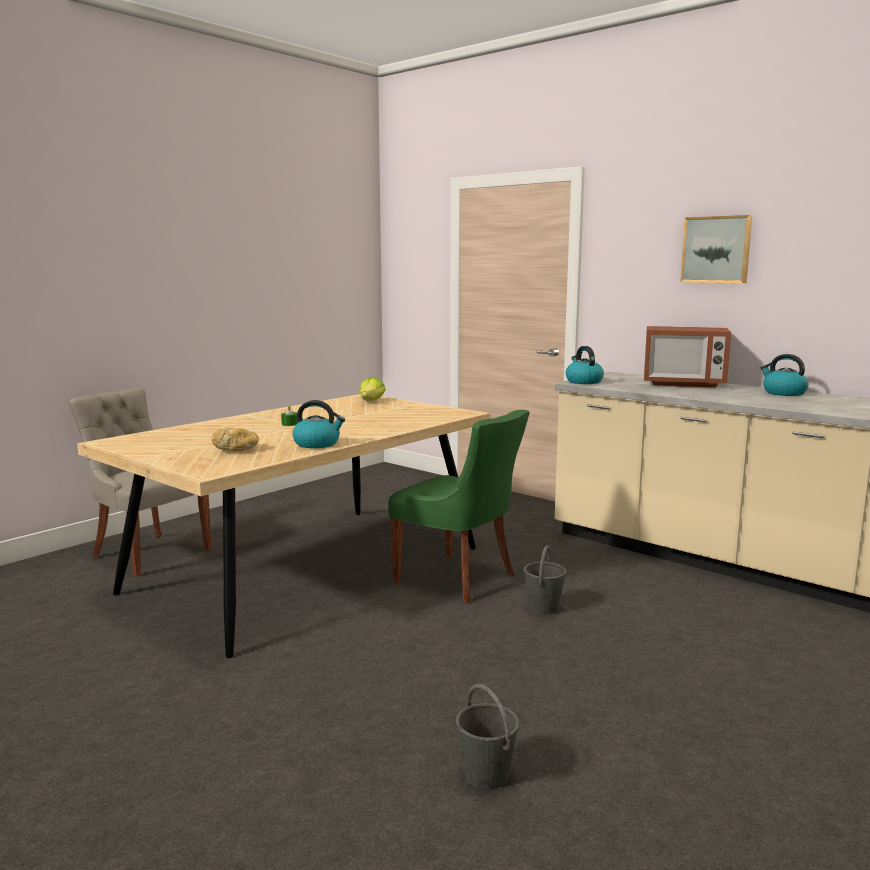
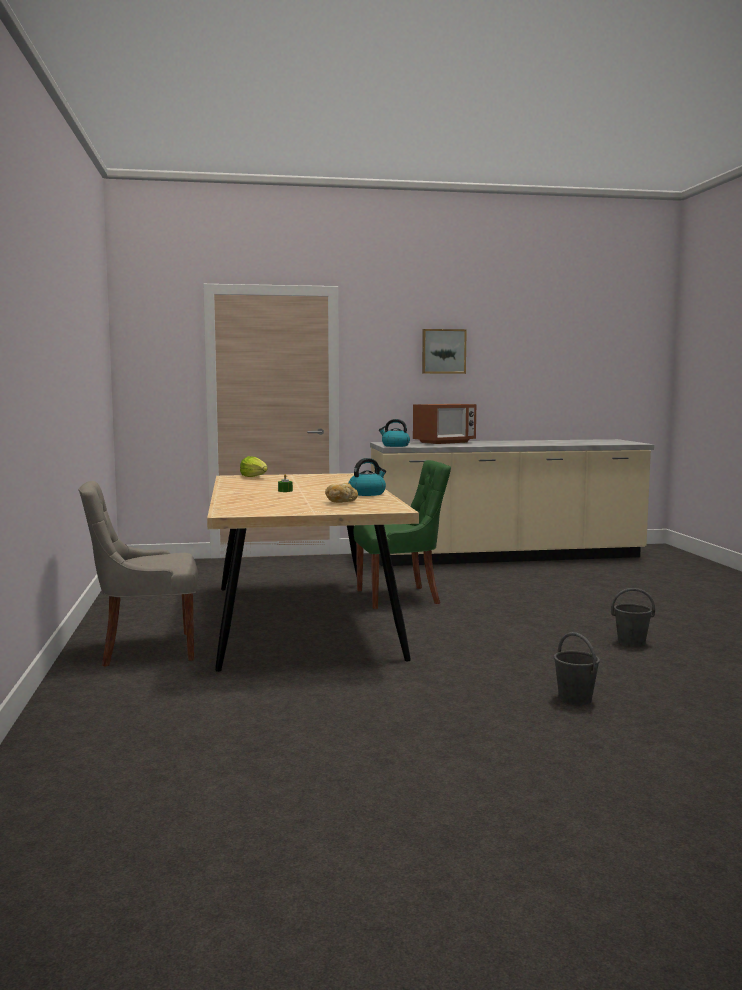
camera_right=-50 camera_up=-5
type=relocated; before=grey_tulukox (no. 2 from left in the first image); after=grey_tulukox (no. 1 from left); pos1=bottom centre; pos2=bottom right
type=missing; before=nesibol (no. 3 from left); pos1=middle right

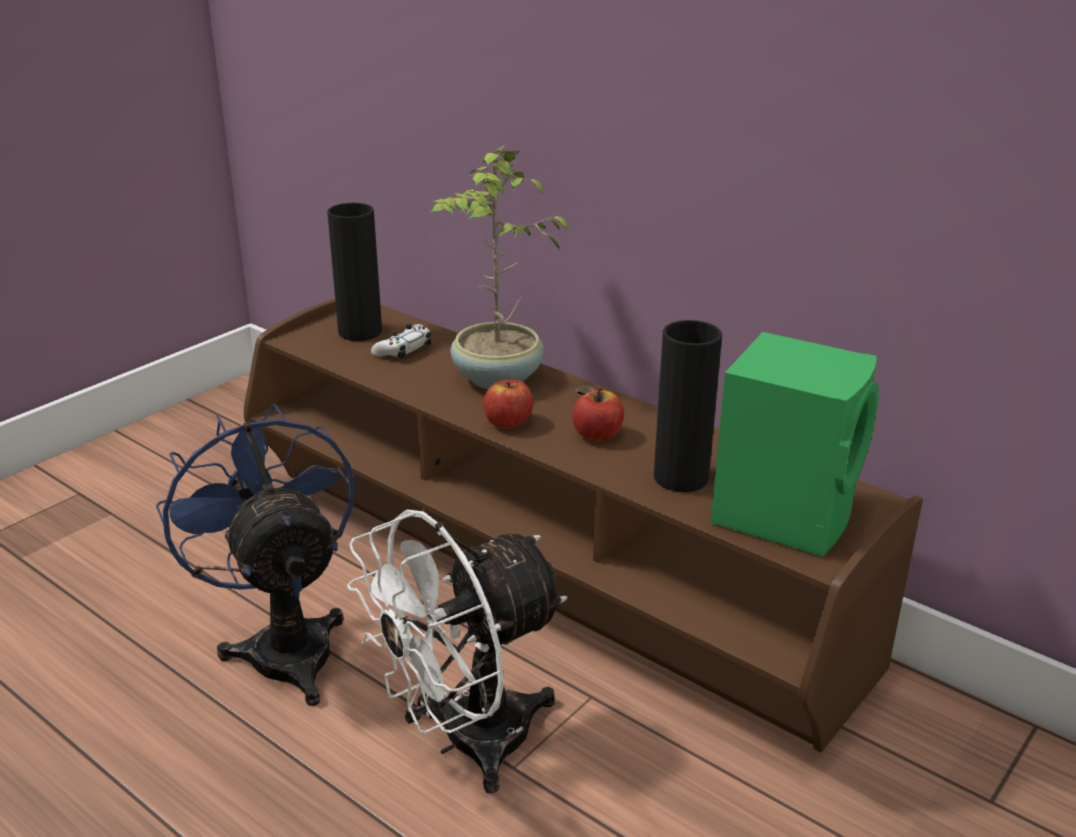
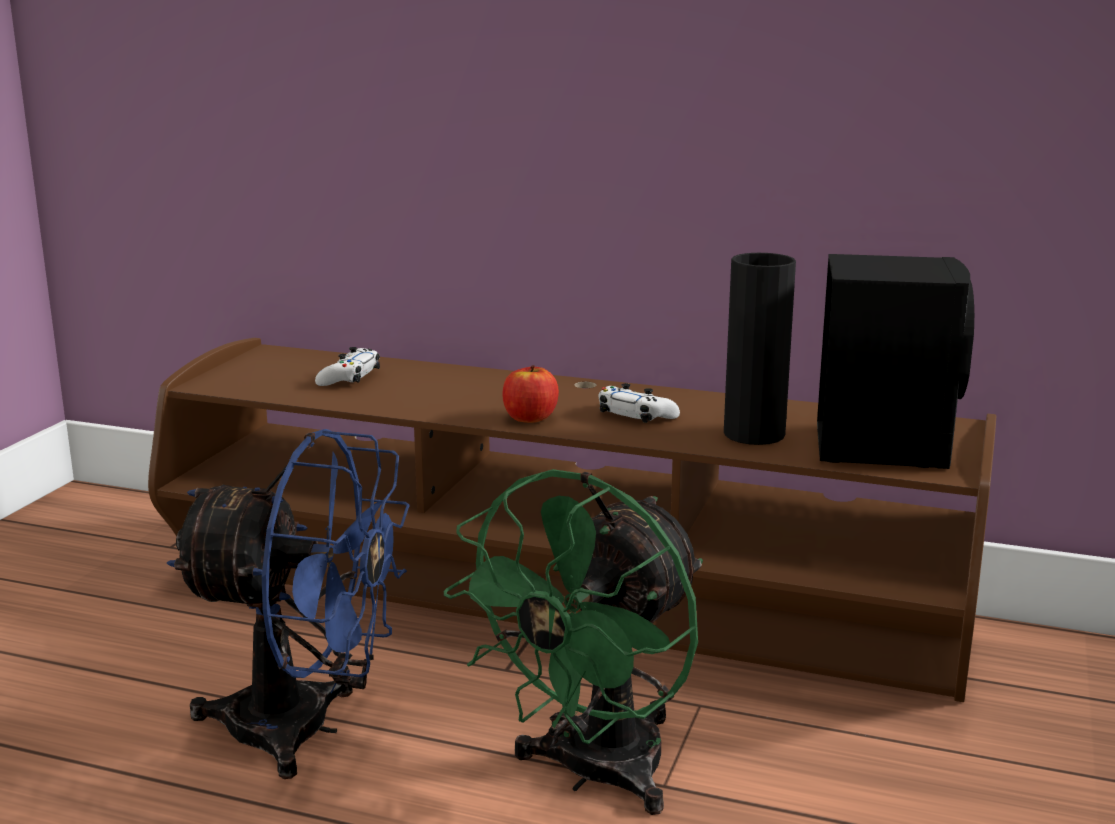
camera_right=-20 camera_up=-10
type=spun; before=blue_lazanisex; pos1=middle left; pos2=bottom left; turn=150
type=colour; before=white_lazanisex; after=green_lazanisex; pos1=bottom centre; pos2=bottom centre
type=exchanged; before=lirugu (no. 2 from left); after=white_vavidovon (no. 2 from left); pos1=centre; pos2=centre
type=colour; before=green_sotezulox; after=black_sotezulox; pos1=middle right; pos2=middle right
type=missing; before=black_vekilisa (no. 1 from left); pos1=top left
type=missing; before=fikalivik; pos1=top centre

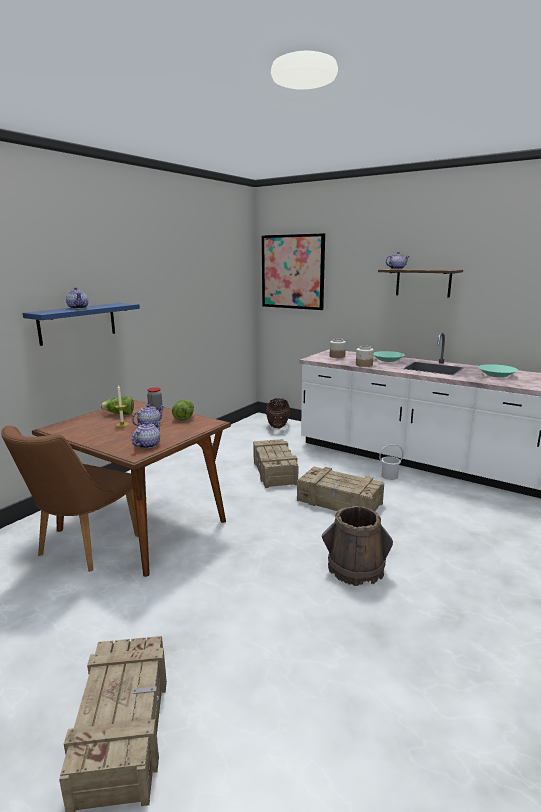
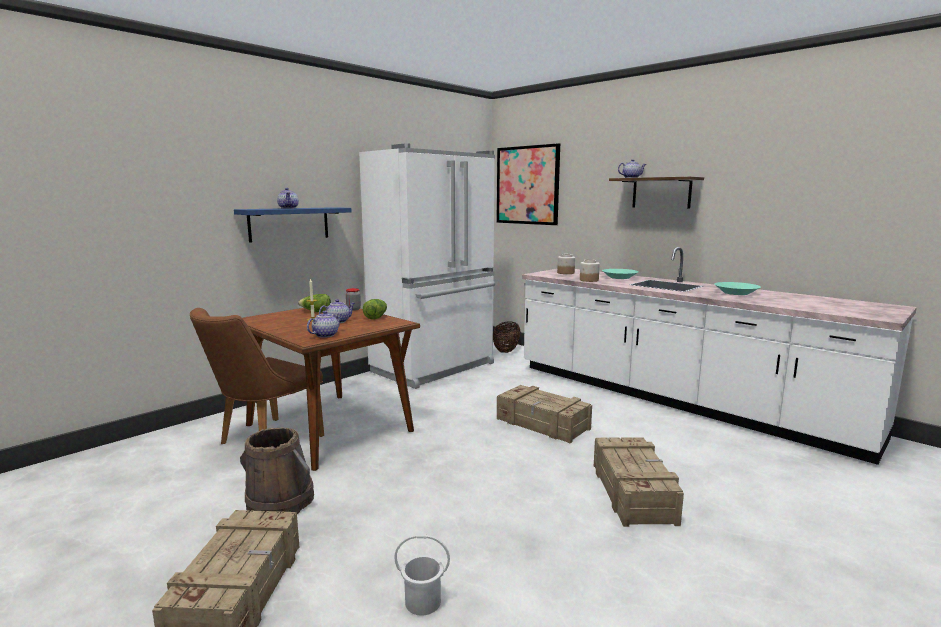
camera_right=10 camera_up=-5
type=relocated; before=brown_tulukox; pos1=bottom centre; pos2=bottom left
type=appeared; after=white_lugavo; pos2=centre
type=relocated; before=white_tulukox; pos1=middle right; pos2=bottom centre
type=relocated; before=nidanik (no. 2 from left in the first image); after=nidanik (no. 3 from left); pos1=centre; pos2=bottom right

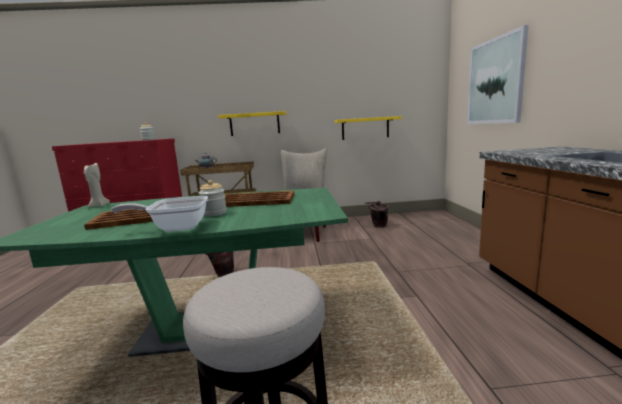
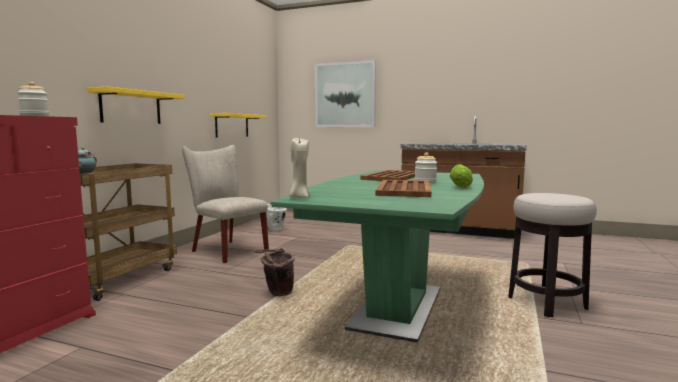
camera_right=-65 camera_up=-5
type=colour; before=brown_tulukox (no. 2 from left); after=white_tulukox; pos1=centre; pos2=centre
type=exchanged; before=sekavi; after=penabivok; pos1=middle left; pos2=middle right

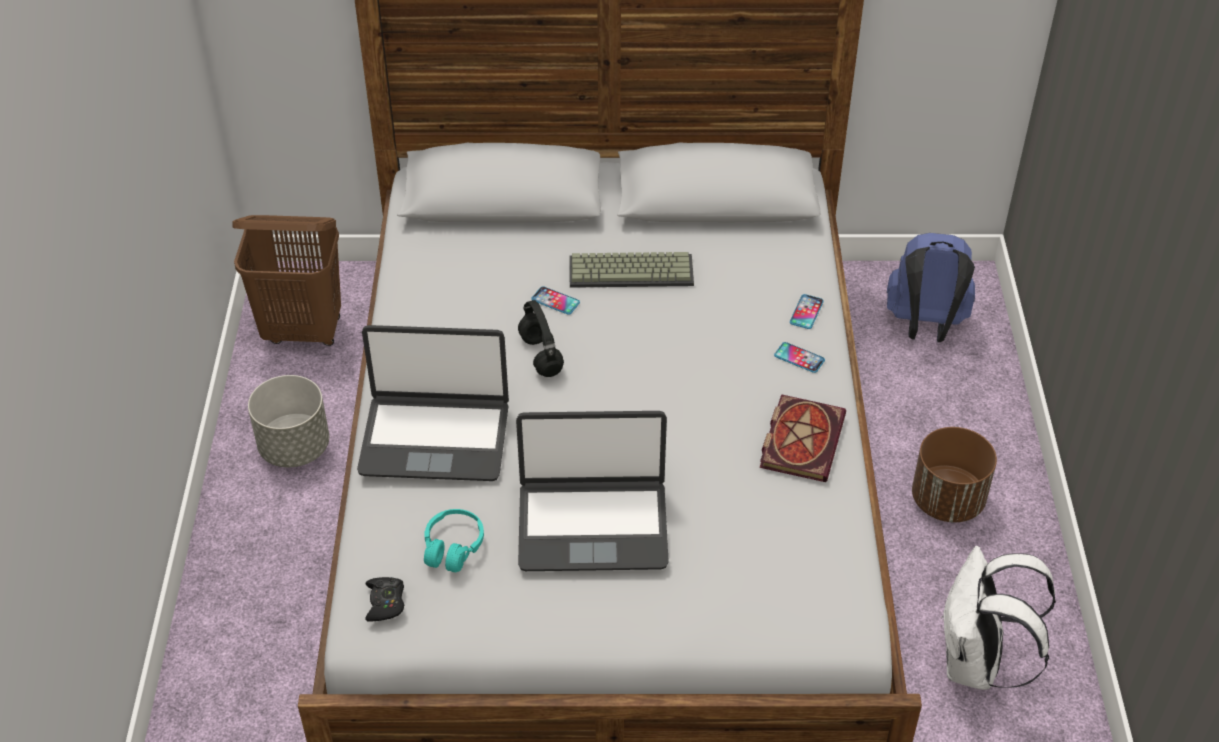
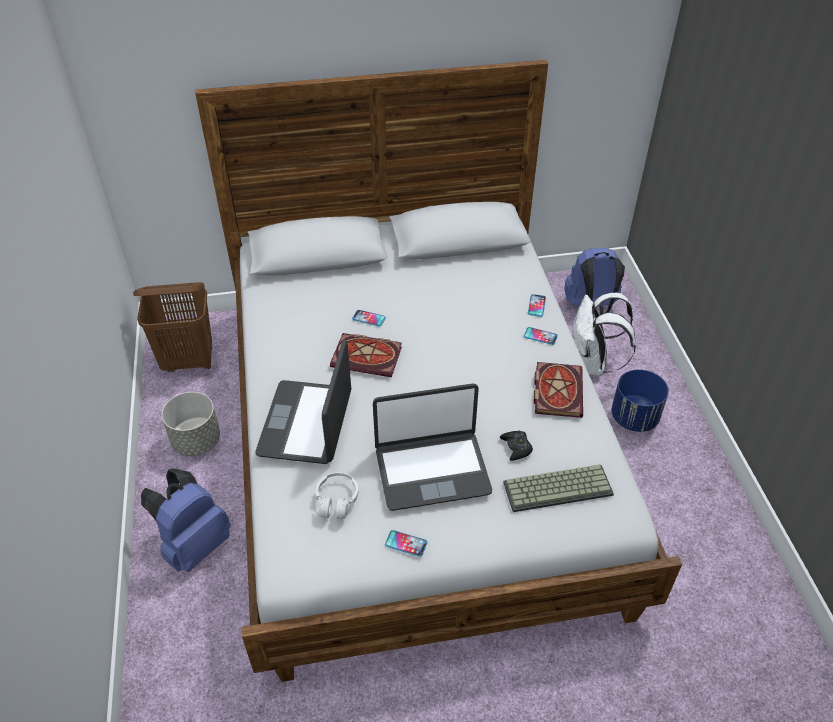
camera_right=-10 camera_up=0
type=appeared; after=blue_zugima (no. 1 from left); pos2=bottom left
type=spun; before=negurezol (no. 1 from left); pos1=centre; pos2=centre; turn=105
type=colour; before=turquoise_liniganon; after=white_liniganon; pos1=bottom centre; pos2=bottom centre
type=exchanged; before=black_liniganon; after=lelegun (no. 1 from left); pos1=centre; pos2=centre
type=appeared; after=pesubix (no. 2 from left); pos2=bottom centre
type=relocated; before=black_vavidovon; pos1=bottom left; pos2=centre
type=relocated; before=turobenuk; pos1=centre; pos2=bottom right
type=relocated; before=white_zugima; pos1=bottom right; pos2=middle right
type=colour; before=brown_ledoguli; after=blue_ledoguli; pos1=middle right; pos2=middle right

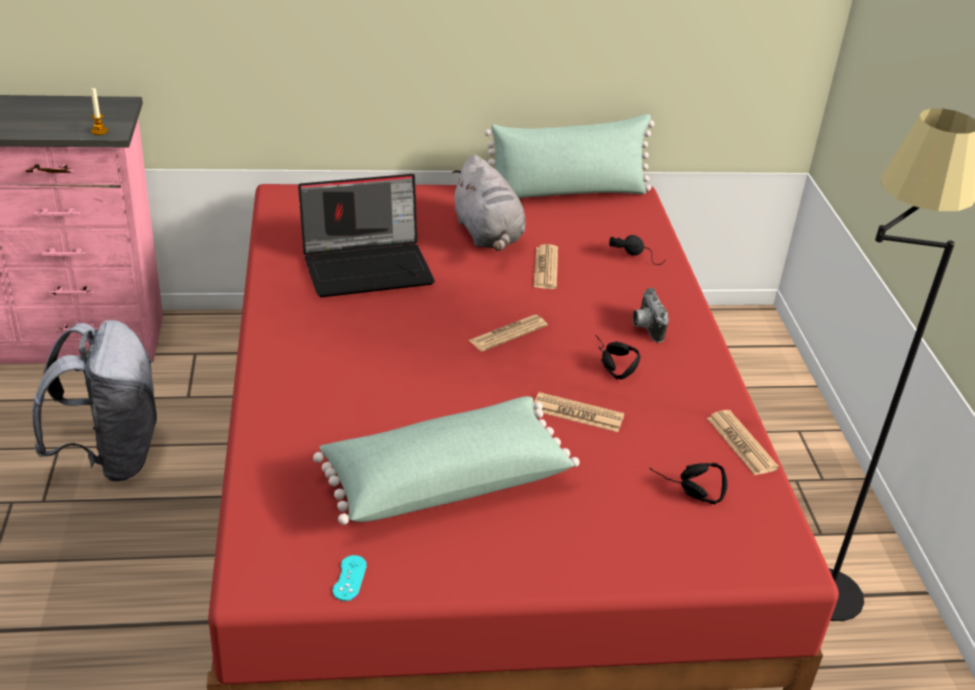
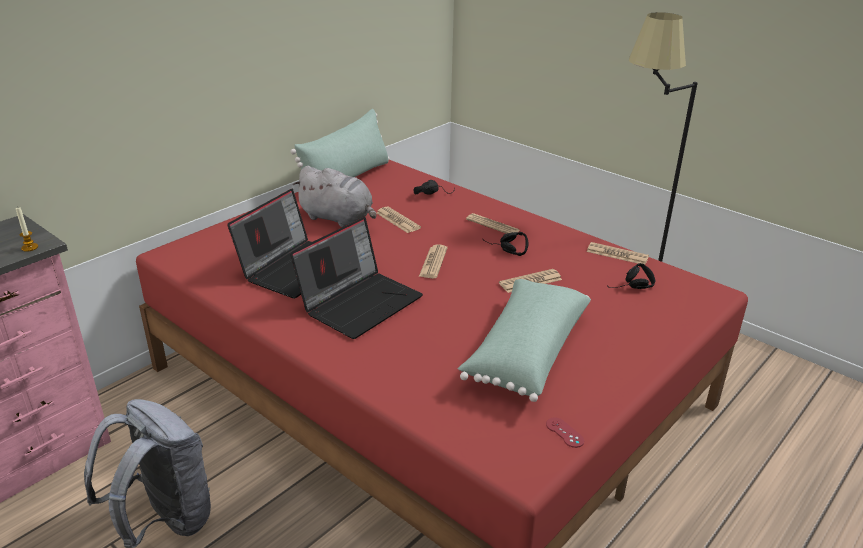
camera_right=-40 camera_up=-5
type=appeared; after=negurezol (no. 2 from left); pos2=centre
type=exchanged; before=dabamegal; after=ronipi (no. 3 from left); pos1=middle right; pos2=centre
type=colour; before=turquoise_vavidovon; after=red_vavidovon; pos1=bottom centre; pos2=bottom centre

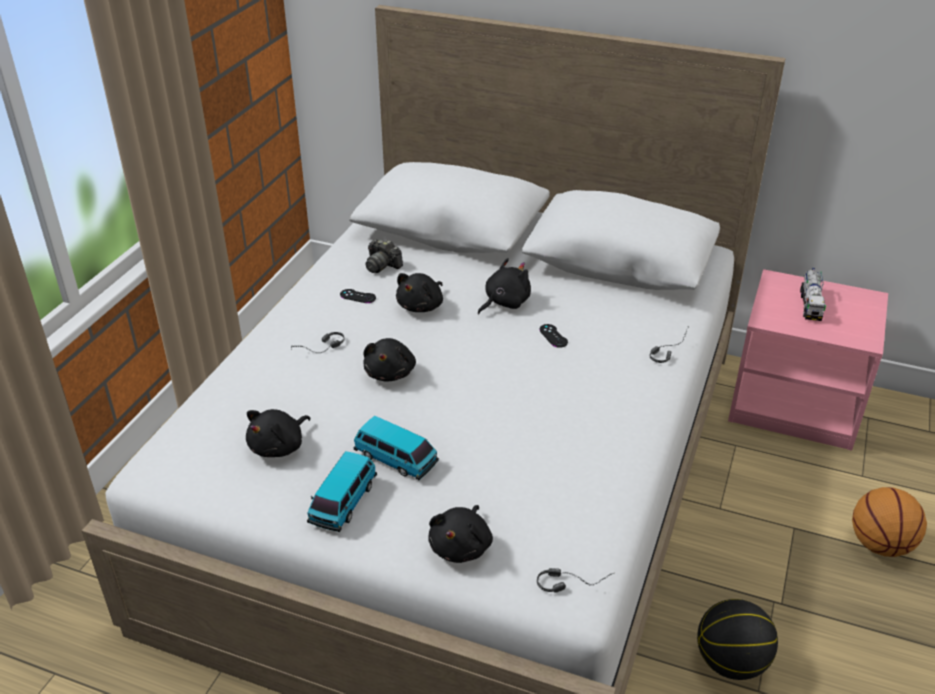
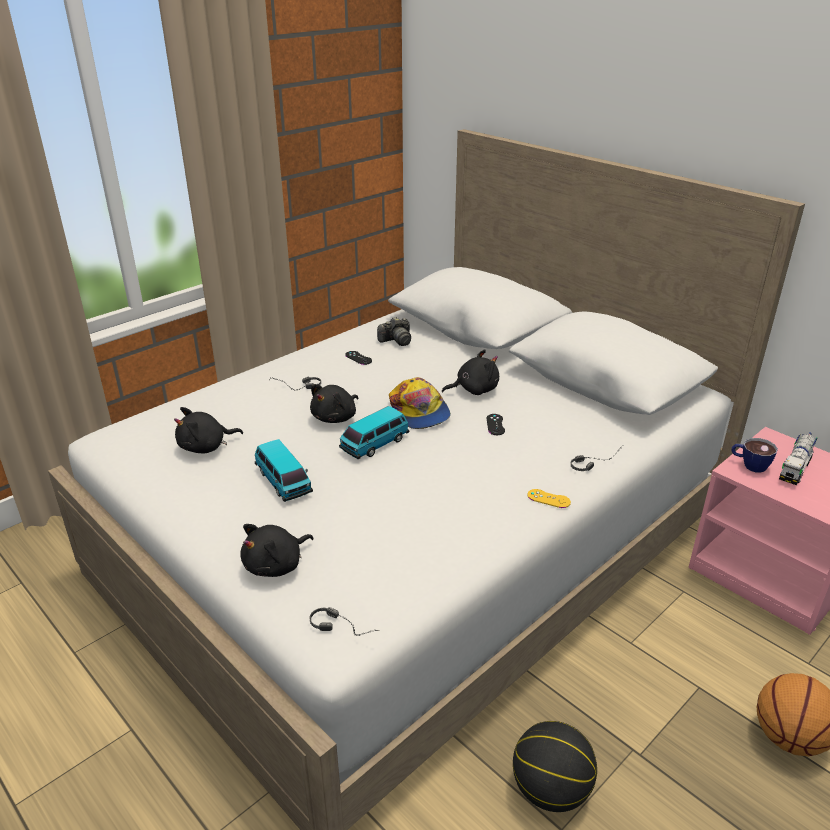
camera_right=25 camera_up=-5
type=relocated; before=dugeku (no. 1 from left in the first image); after=dugeku (no. 2 from left); pos1=bottom centre; pos2=centre
type=spun; before=dabamegal; pos1=centre; pos2=centre; turn=-90
type=appeared; after=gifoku; pos2=centre
type=appeared; after=yellow_vavidovon; pos2=centre
type=appeared; after=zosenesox; pos2=middle right
type=missing; before=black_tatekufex (no. 3 from left); pos1=centre

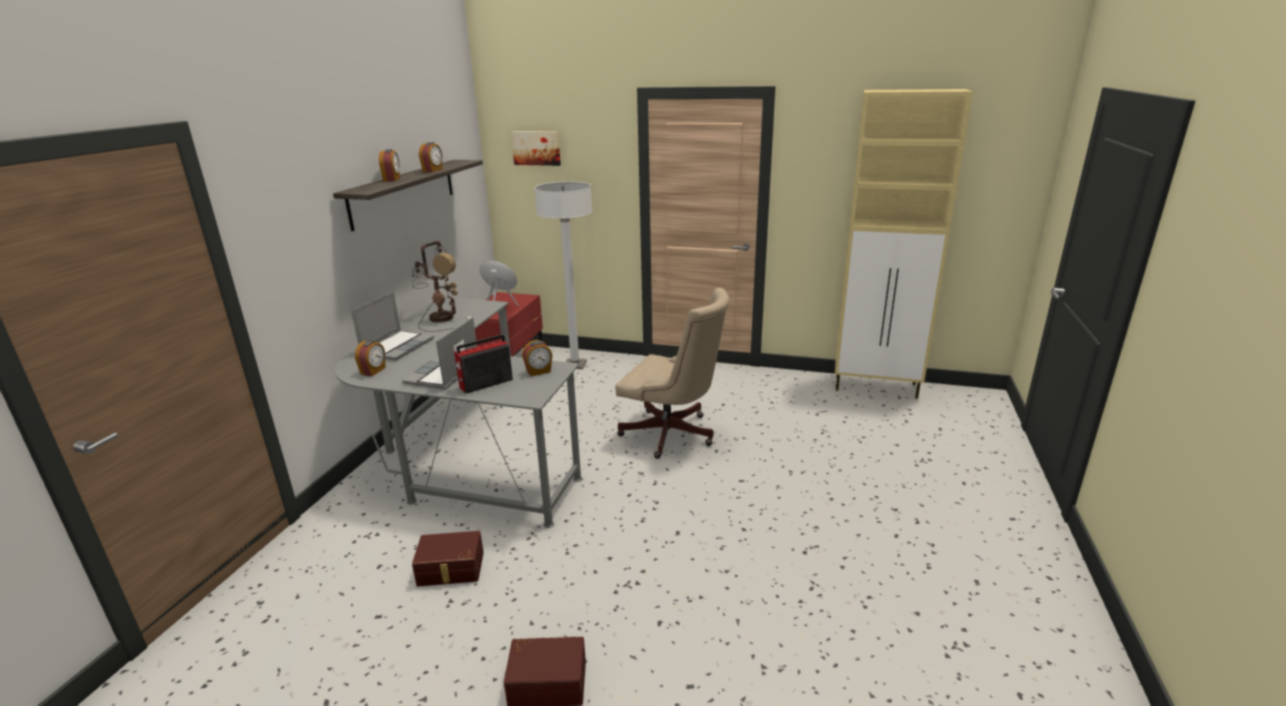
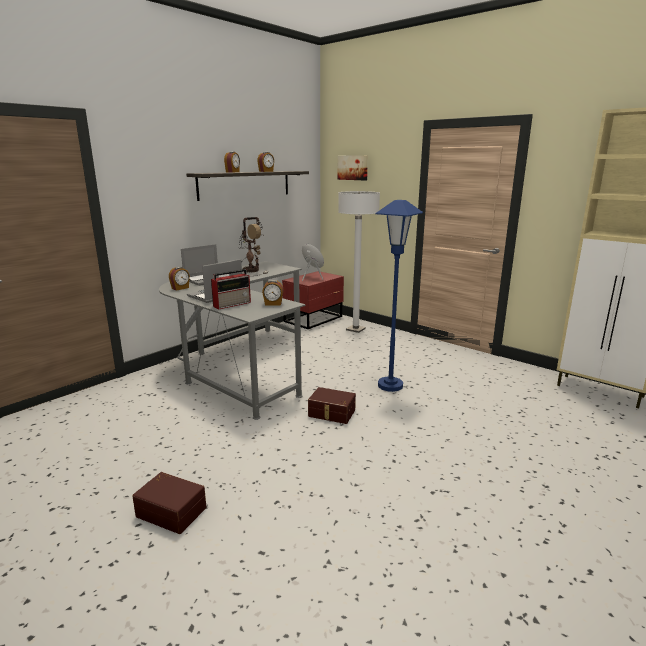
camera_right=25 camera_up=-5
type=spun; before=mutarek; pos1=centre; pos2=centre; turn=150
type=relocated; before=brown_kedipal (no. 1 from left in the first image); after=brown_kedipal (no. 2 from left); pos1=bottom centre; pos2=centre
type=exchanged; before=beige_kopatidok; after=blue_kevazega; pos1=centre; pos2=centre

